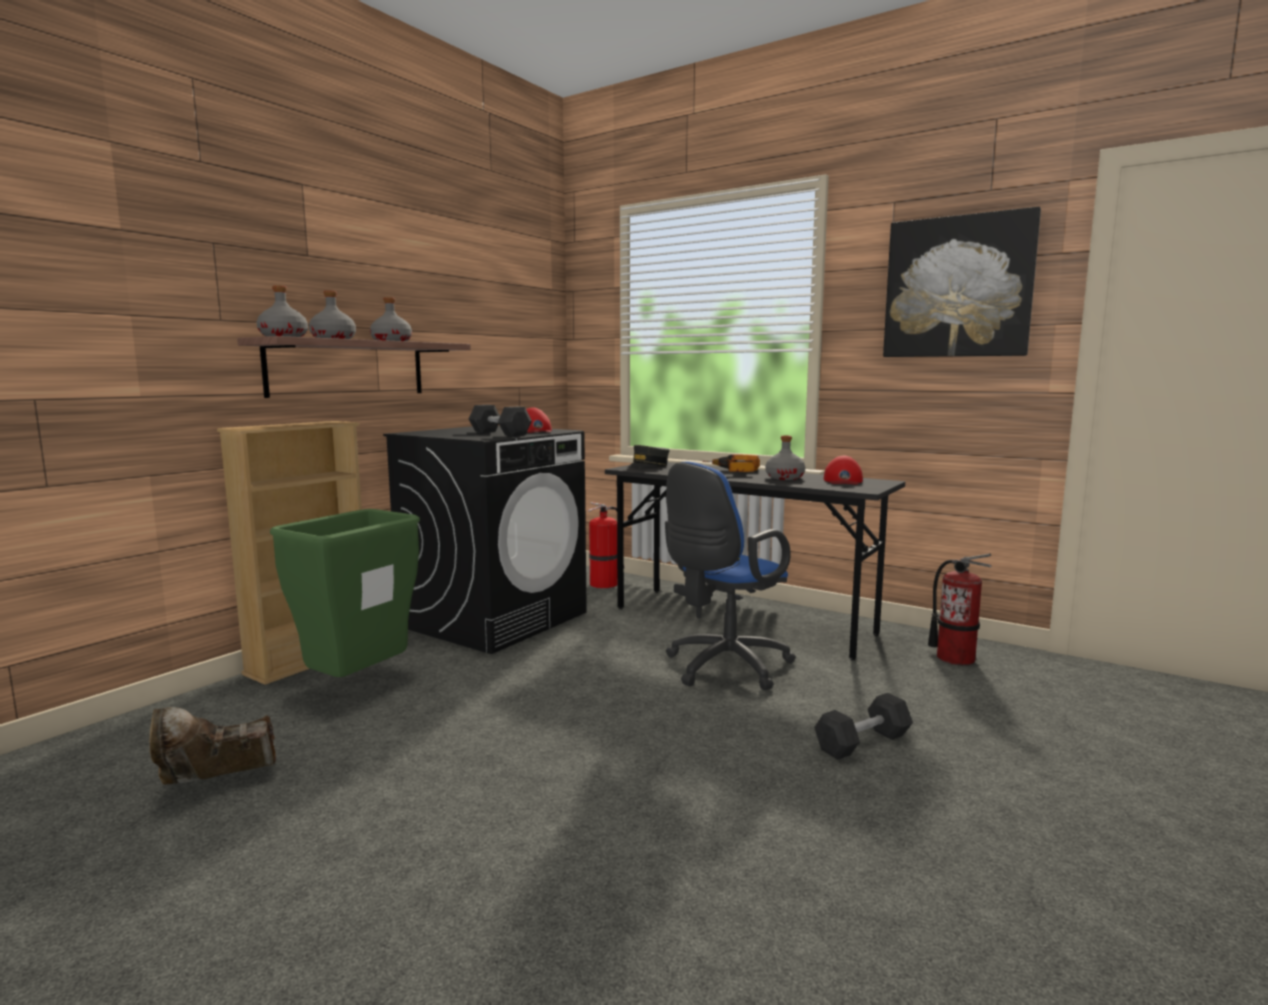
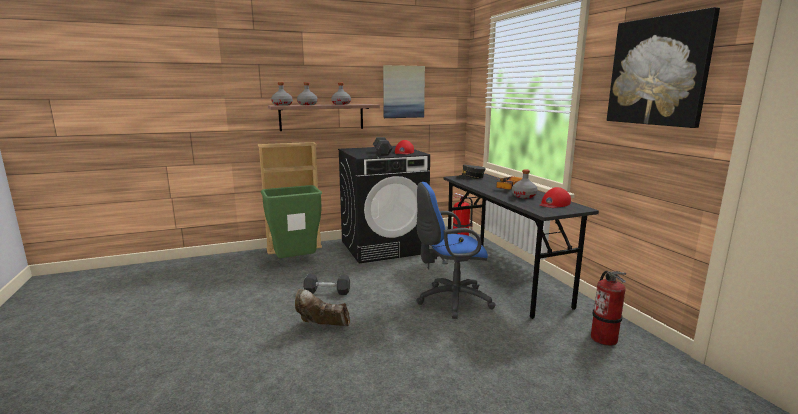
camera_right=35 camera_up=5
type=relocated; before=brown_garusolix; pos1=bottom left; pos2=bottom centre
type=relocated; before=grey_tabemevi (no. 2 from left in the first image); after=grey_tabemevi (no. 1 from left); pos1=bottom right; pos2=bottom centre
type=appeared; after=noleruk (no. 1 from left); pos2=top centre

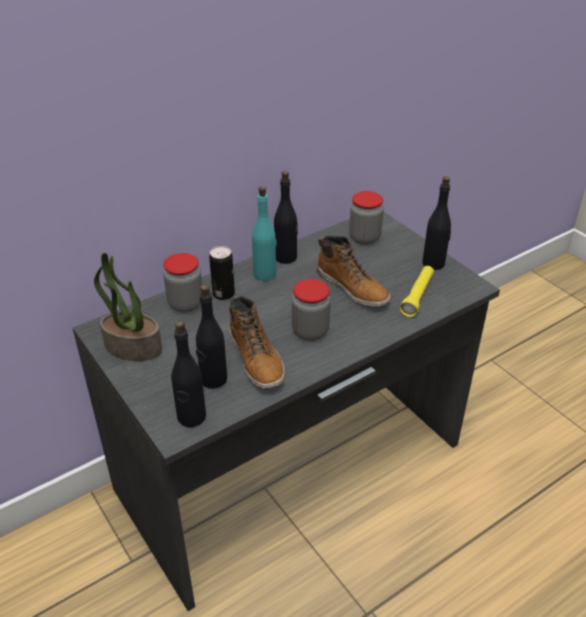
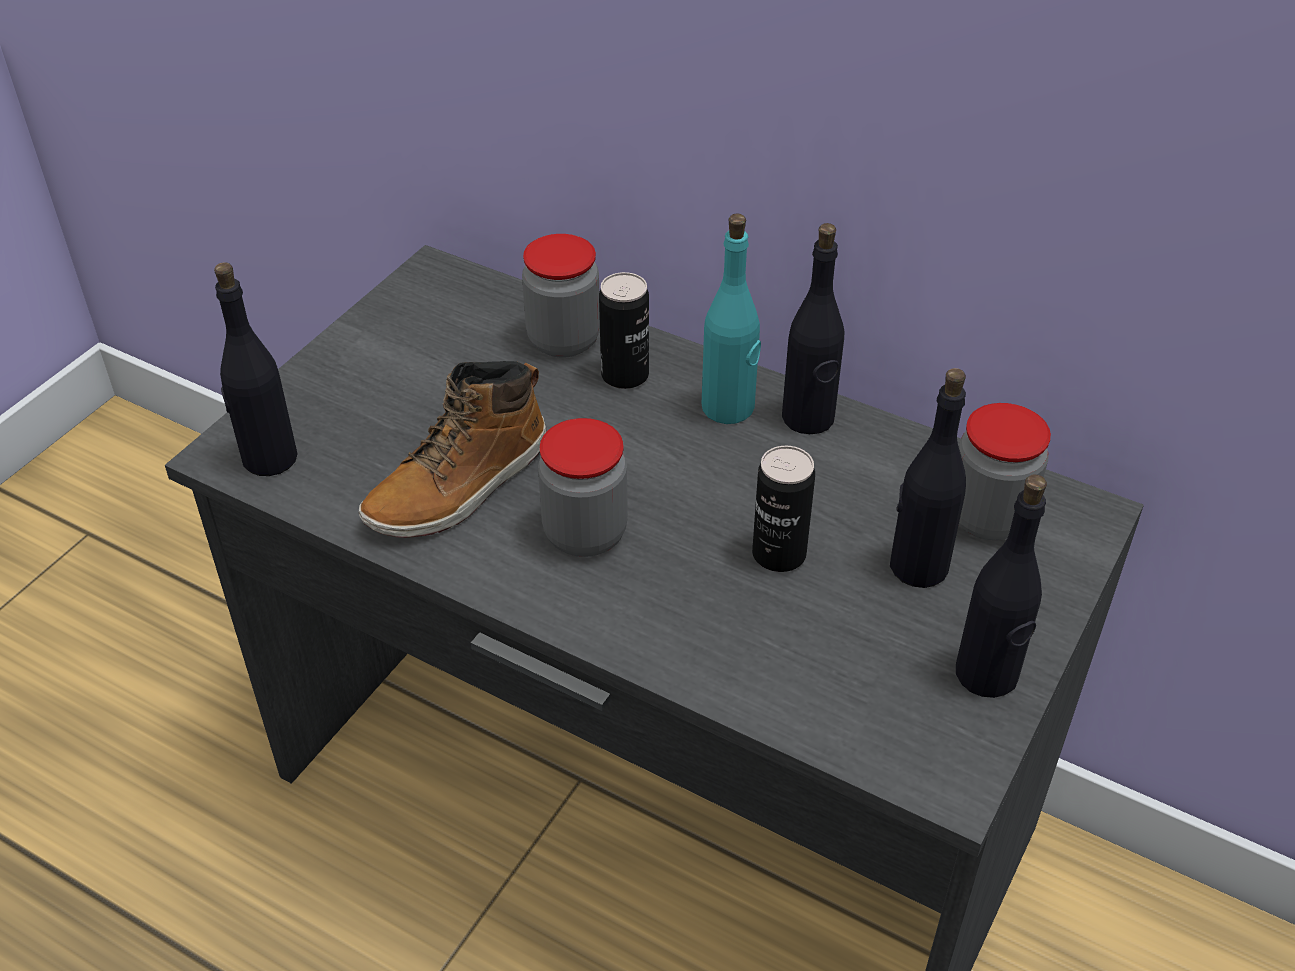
camera_right=65 camera_up=5
type=exchanged; before=garusolix (no. 2 from left); after=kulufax (no. 2 from left); pos1=centre; pos2=centre
type=relocated; before=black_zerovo (no. 2 from left in the first image); after=black_zerovo (no. 3 from left); pos1=centre; pos2=middle right
type=missing; before=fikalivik; pos1=middle left
type=missing; before=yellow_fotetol; pos1=middle right

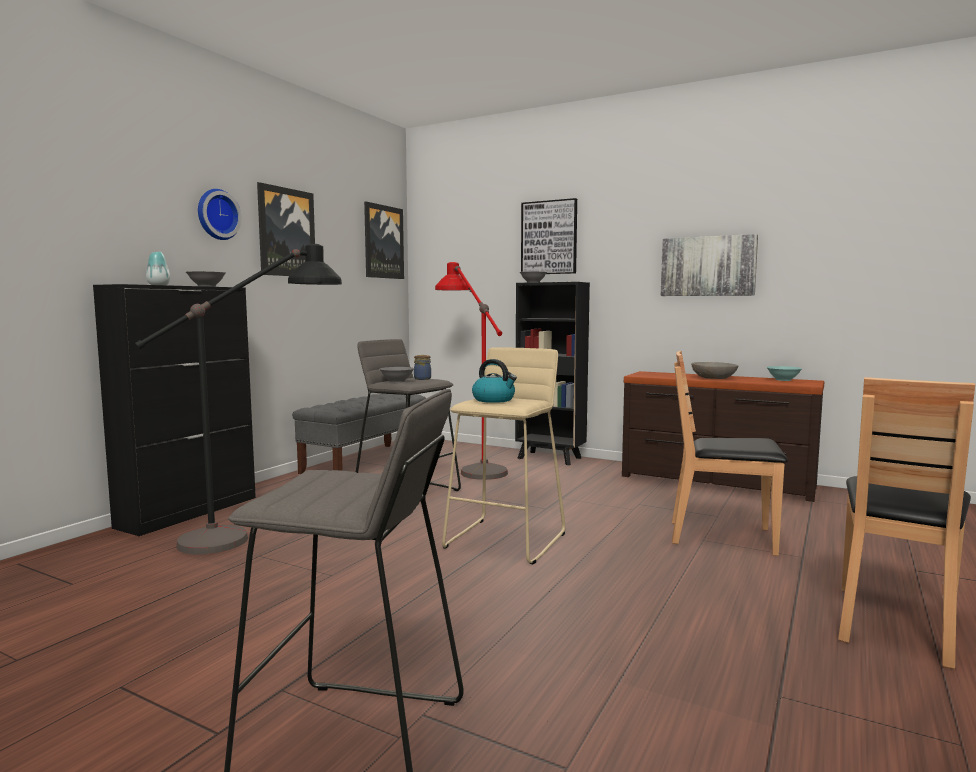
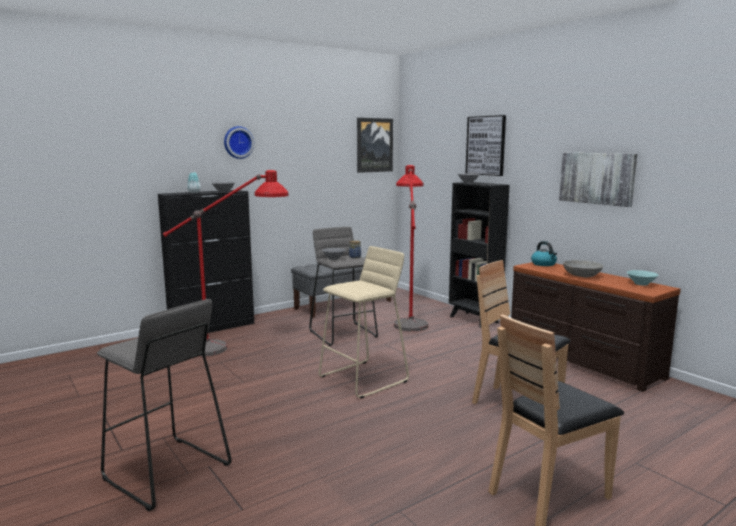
camera_right=25 camera_up=5
type=colour; before=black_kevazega; after=red_kevazega (no. 1 from left); pos1=middle left; pos2=middle left
type=relocated; before=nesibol; pos1=centre; pos2=middle right
type=missing; before=noleruk (no. 1 from left); pos1=top left

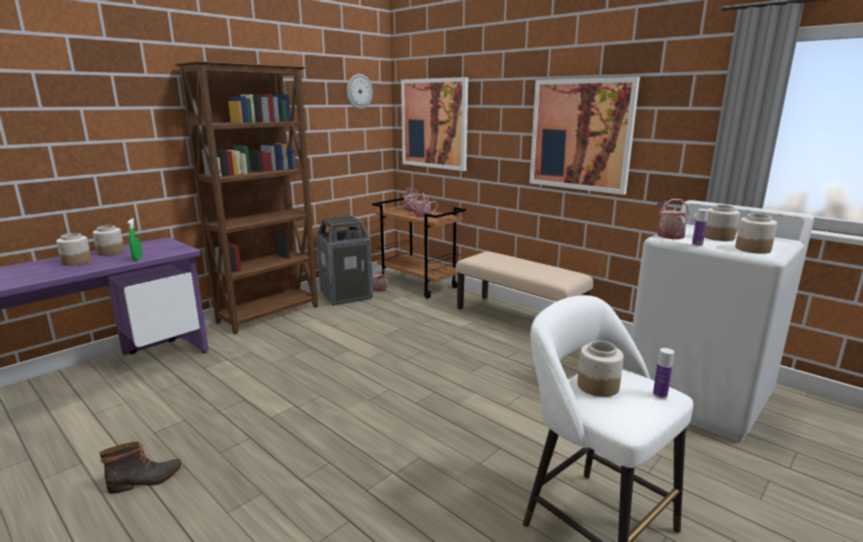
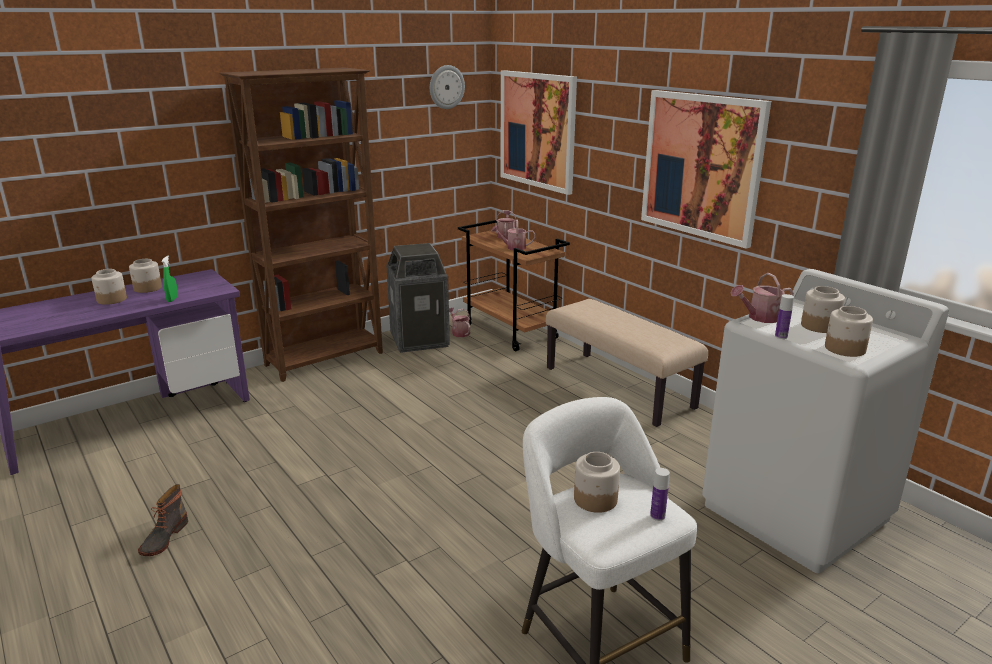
camera_right=10 camera_up=5
type=spun; before=garusolix; pos1=bottom left; pos2=bottom left; turn=120
type=spun; before=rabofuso (no. 4 from left); pos1=middle right; pos2=middle right; turn=-120

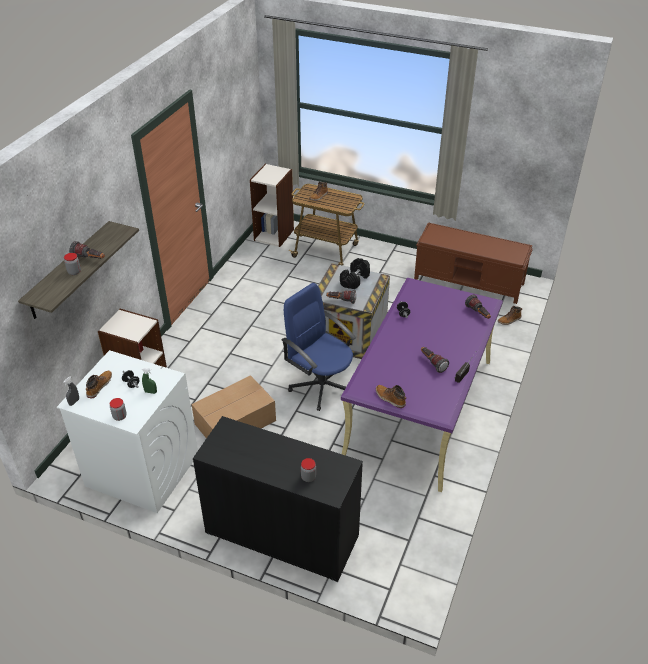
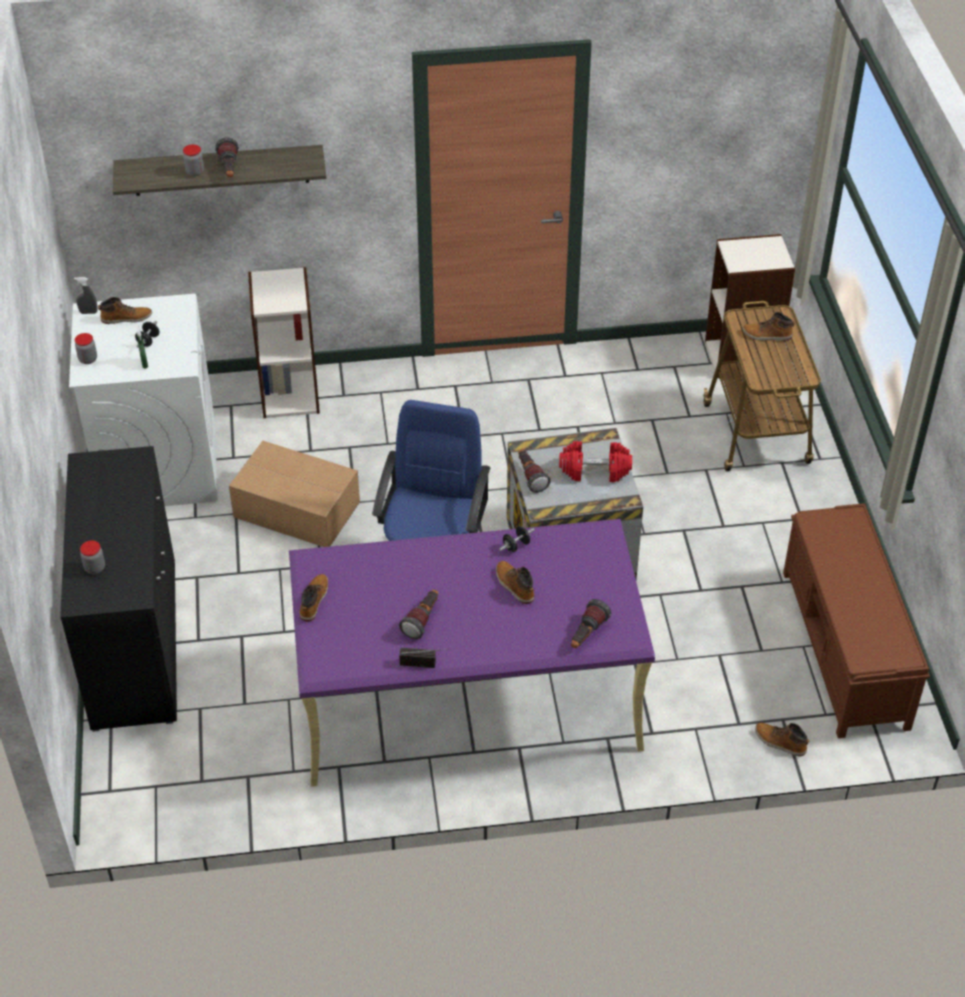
camera_right=60 camera_up=5
type=appeared; after=garusolix (no. 3 from left); pos2=centre
type=colour; before=black_tabemevi (no. 2 from left); after=red_tabemevi; pos1=centre; pos2=centre

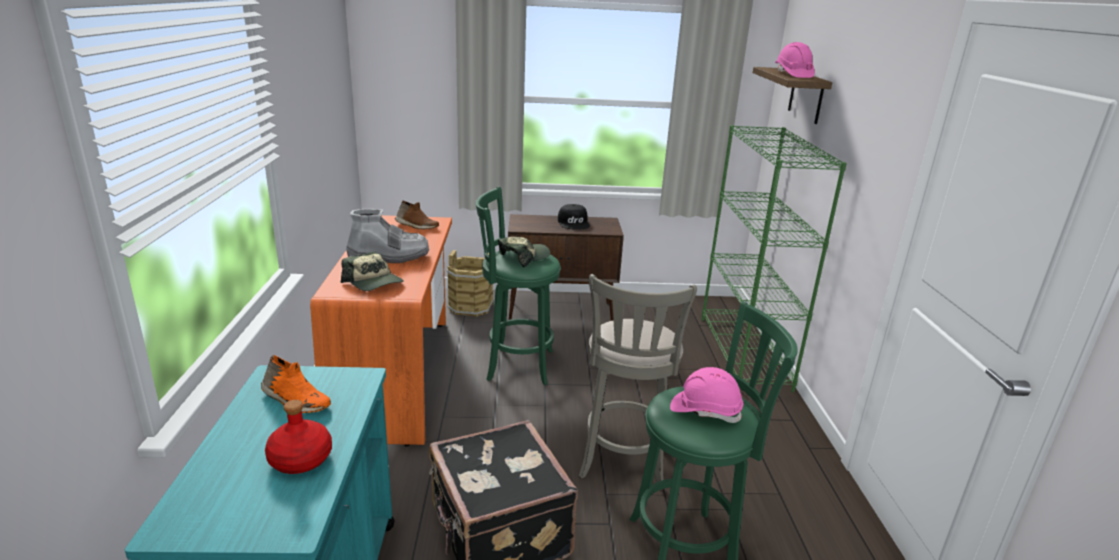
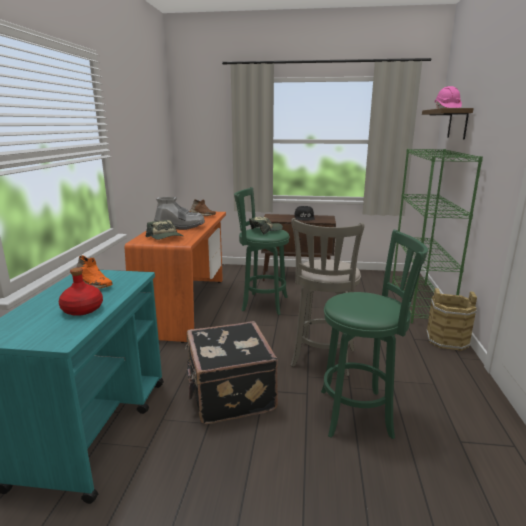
camera_right=10 camera_up=-5
type=relocated; before=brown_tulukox; pos1=centre; pos2=middle right
type=missing; before=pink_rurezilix (no. 1 from left); pos1=bottom centre

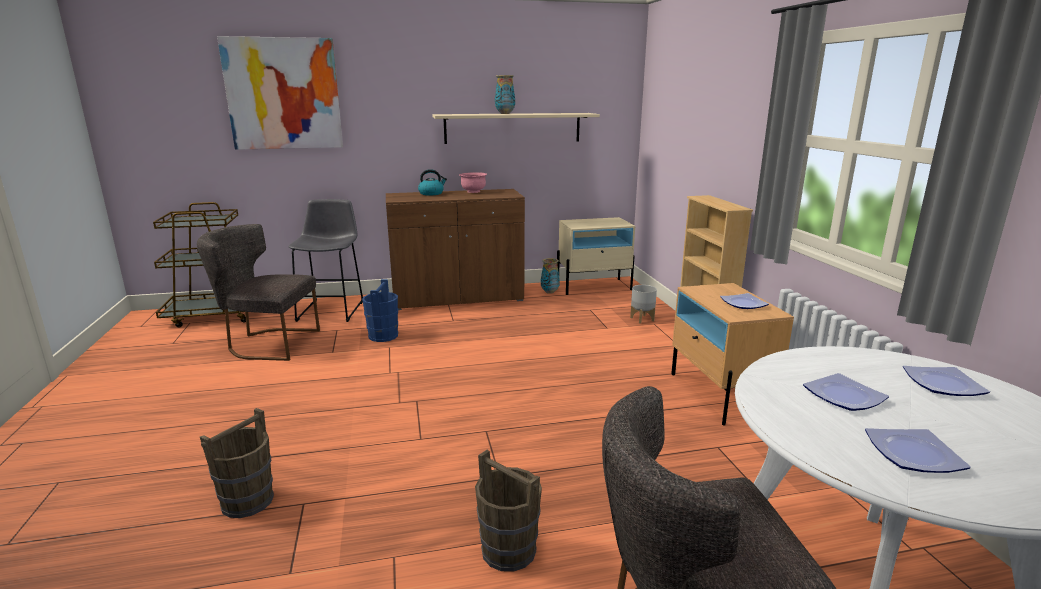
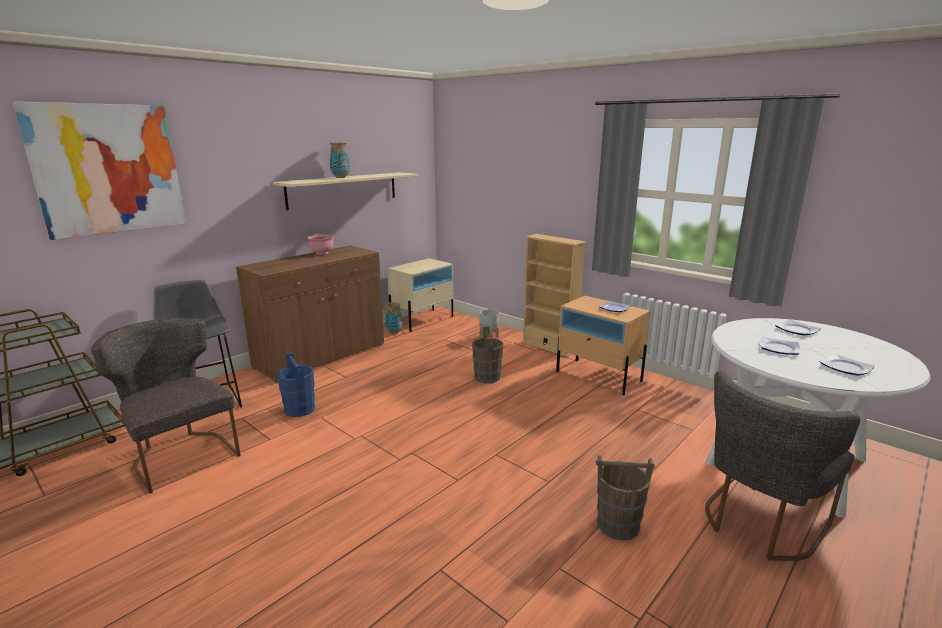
camera_right=-35 camera_up=0
type=spun; before=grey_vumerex (no. 1 from left); pos1=middle left; pos2=middle left; turn=75
type=relocated; before=brown_tulukox (no. 1 from left); pos1=bottom left; pos2=centre
type=missing; before=nesibol; pos1=top centre

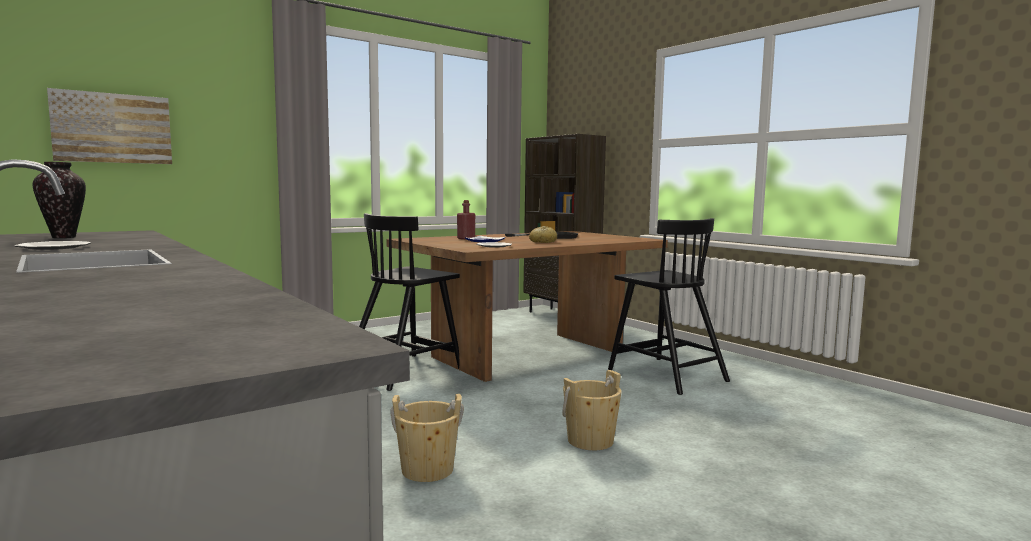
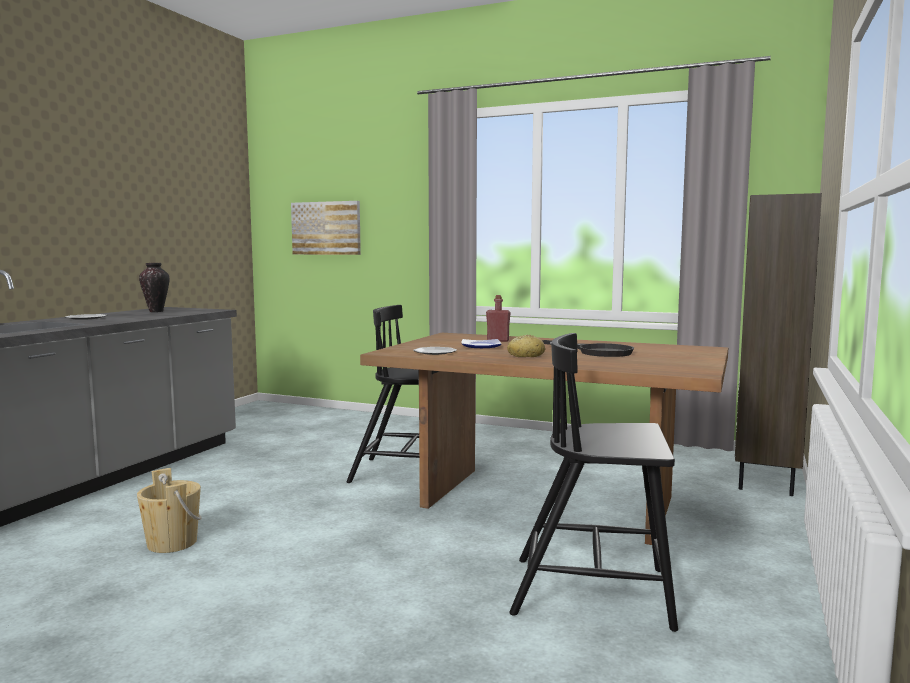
camera_right=60 camera_up=0
type=spun; before=black_vumerex (no. 2 from left); pos1=centre; pos2=bottom centre; turn=75
type=missing; before=beige_tulukox (no. 2 from left); pos1=bottom centre

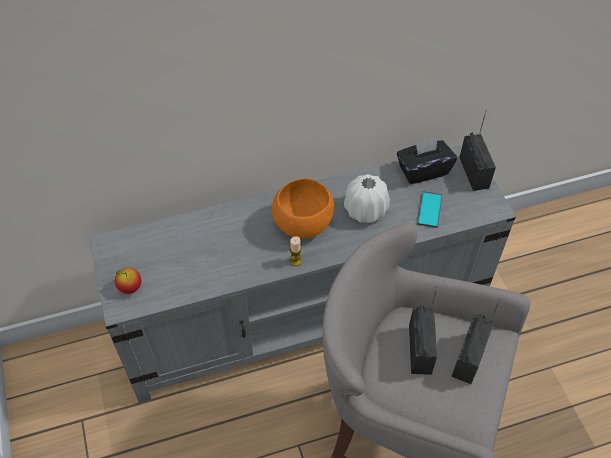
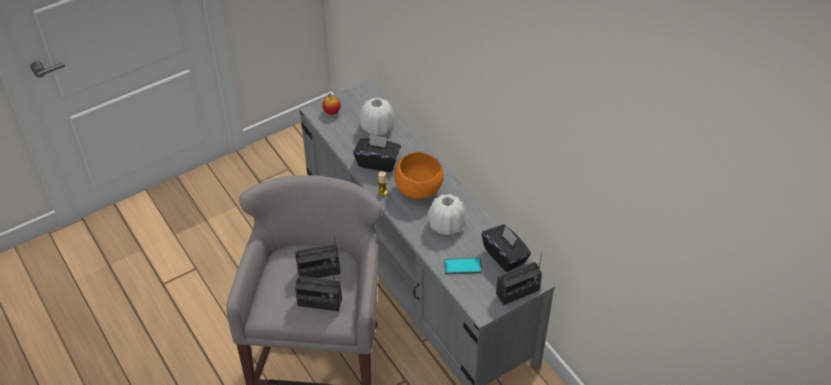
camera_right=75 camera_up=-5
type=appeared; after=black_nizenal (no. 1 from left); pos2=centre
type=appeared; after=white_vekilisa (no. 1 from left); pos2=top centre

